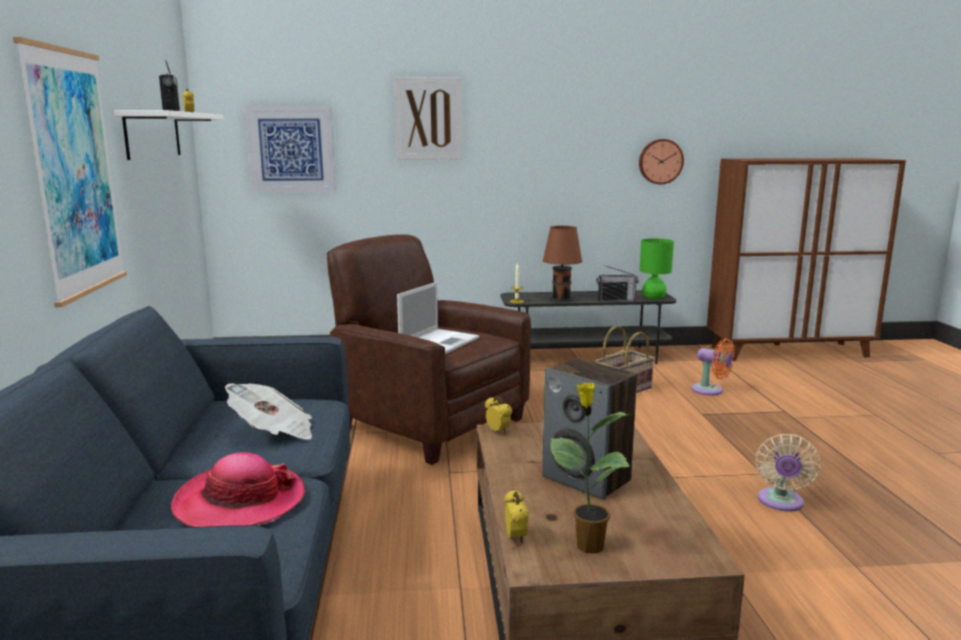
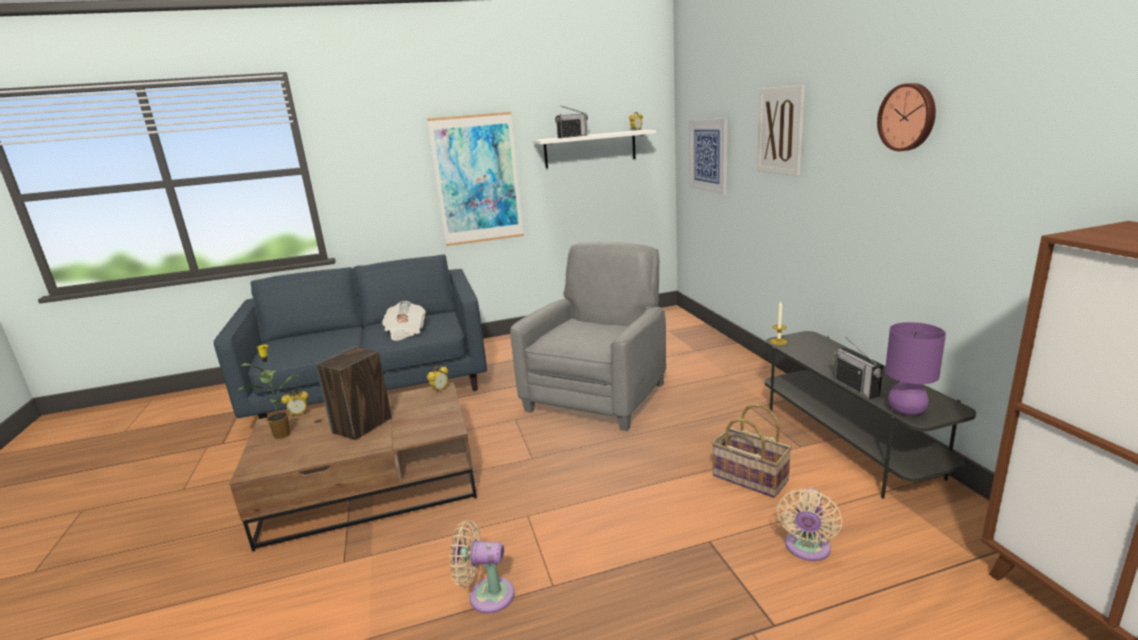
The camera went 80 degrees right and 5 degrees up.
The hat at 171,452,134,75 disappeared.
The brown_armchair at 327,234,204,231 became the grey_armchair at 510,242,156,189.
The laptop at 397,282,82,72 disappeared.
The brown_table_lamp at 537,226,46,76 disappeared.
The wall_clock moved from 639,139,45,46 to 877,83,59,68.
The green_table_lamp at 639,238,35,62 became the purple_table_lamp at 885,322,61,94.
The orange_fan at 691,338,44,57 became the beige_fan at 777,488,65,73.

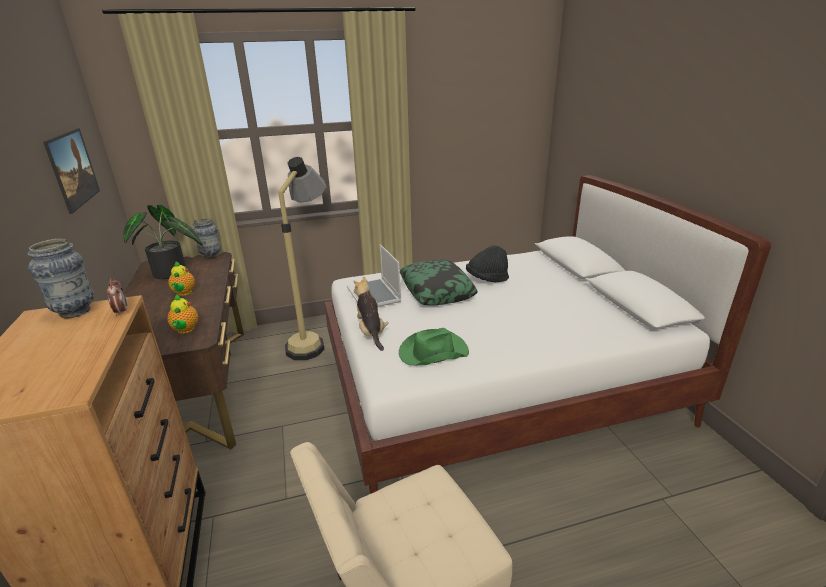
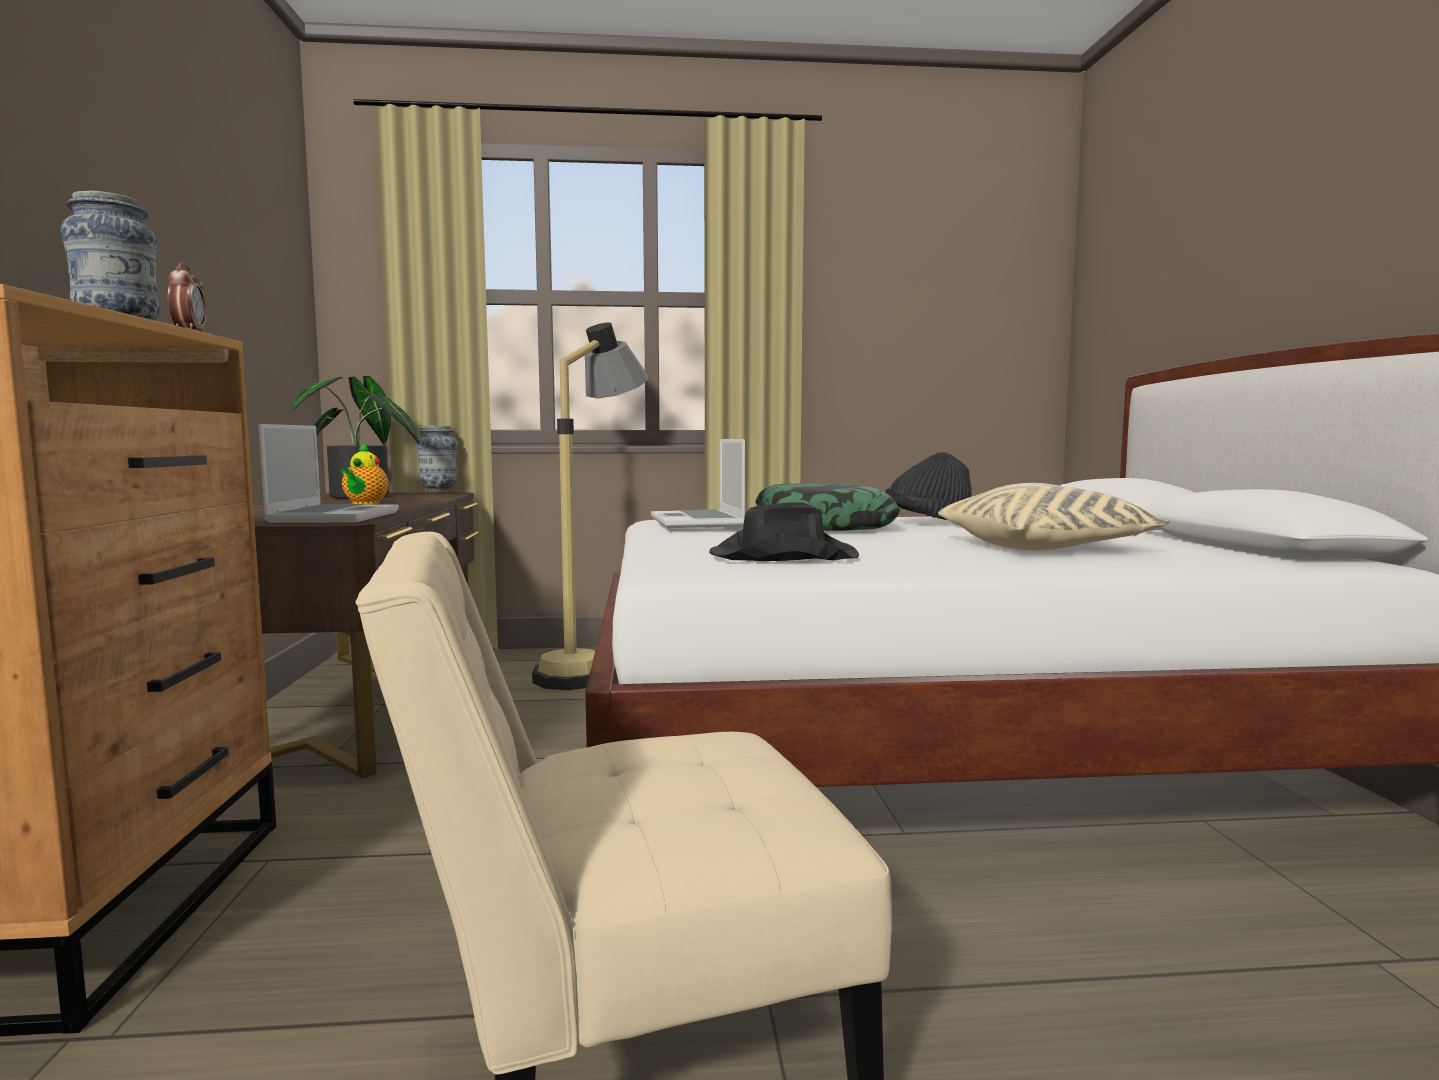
The camera went 10 degrees right and 20 degrees down.
The picture at 43,128,57,86 disappeared.
The teapot at 168,295,30,38 was replaced by the laptop at 259,424,140,99.
The plush_toy at 354,276,34,75 disappeared.
The green_hat at 399,328,70,38 became the black_hat at 709,503,150,58.
The beige_pillow at 938,483,232,67 appeared.

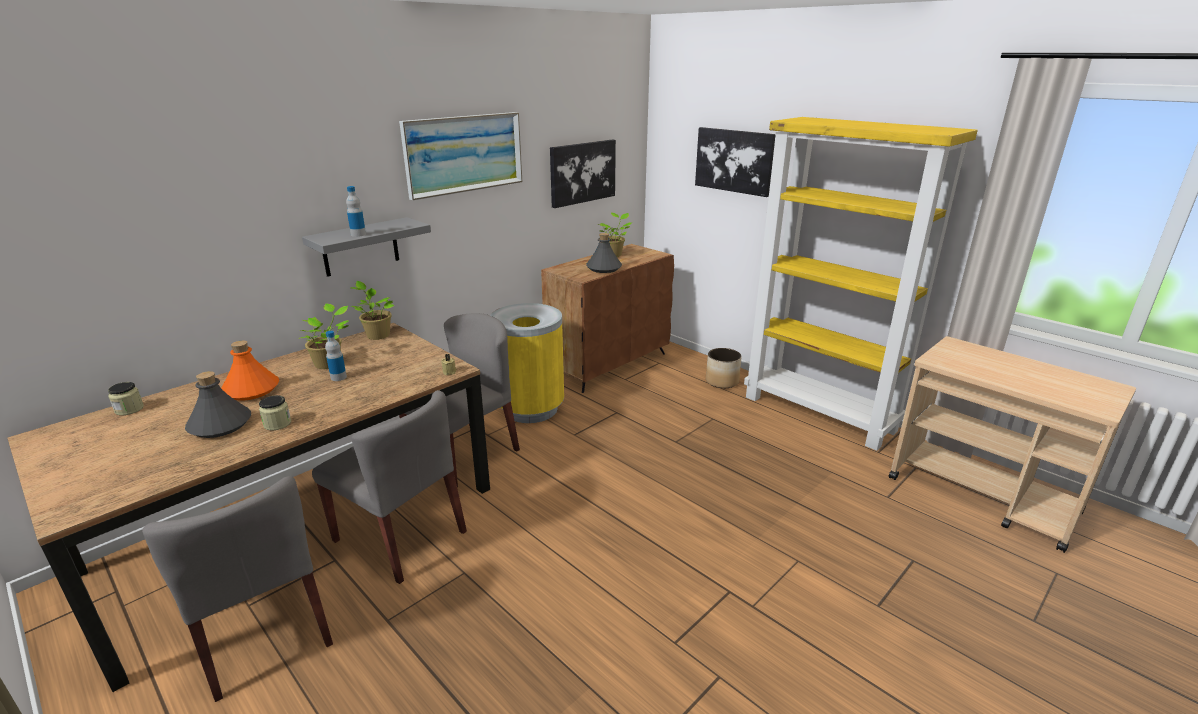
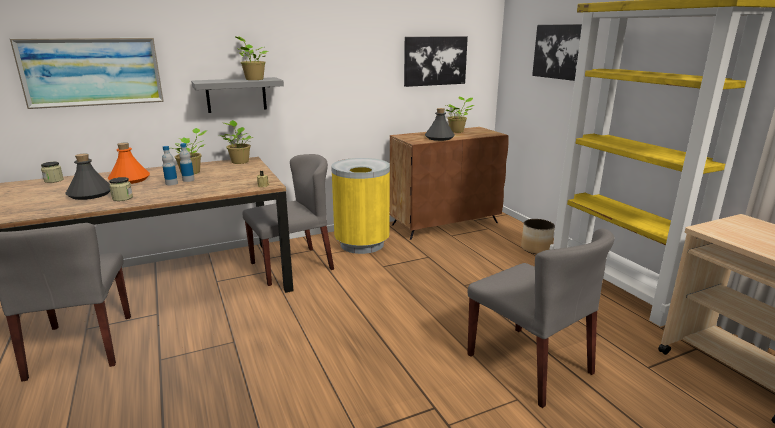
The camera went 20 degrees right and 5 degrees down.
The grey_chair moved from 312,390,155,194 to 467,228,147,180.
The bottle moved from 346,186,20,51 to 162,146,16,39.
The picture moved from 399,112,123,88 to 10,38,154,71.
The potted_plant at 235,36,34,44 appeared.

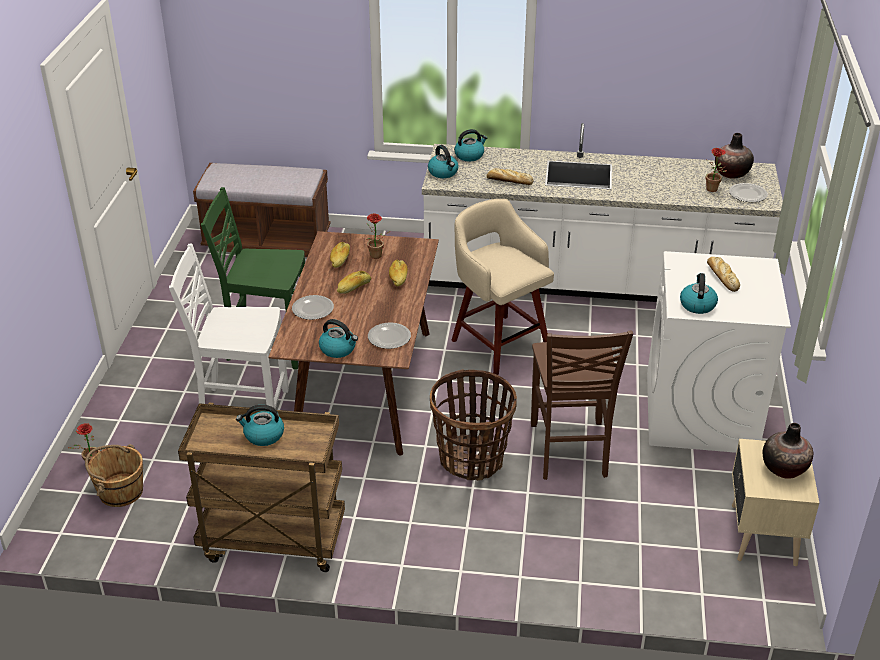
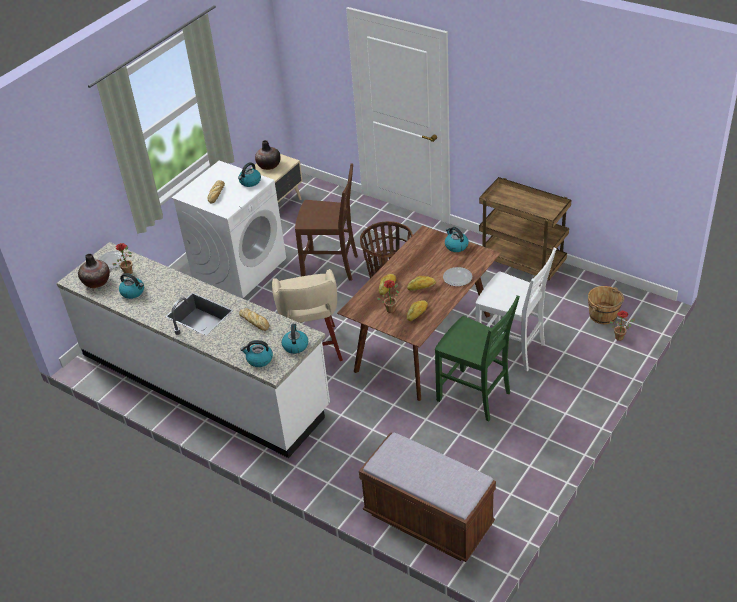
The camera went 150 degrees left and 5 degrees up.
The kettle moved from 236,405,48,41 to 119,273,25,26.
The plate at 368,323,43,26 disappeared.
The brown_chair at 531,330,102,150 turned 75 degrees clockwise.

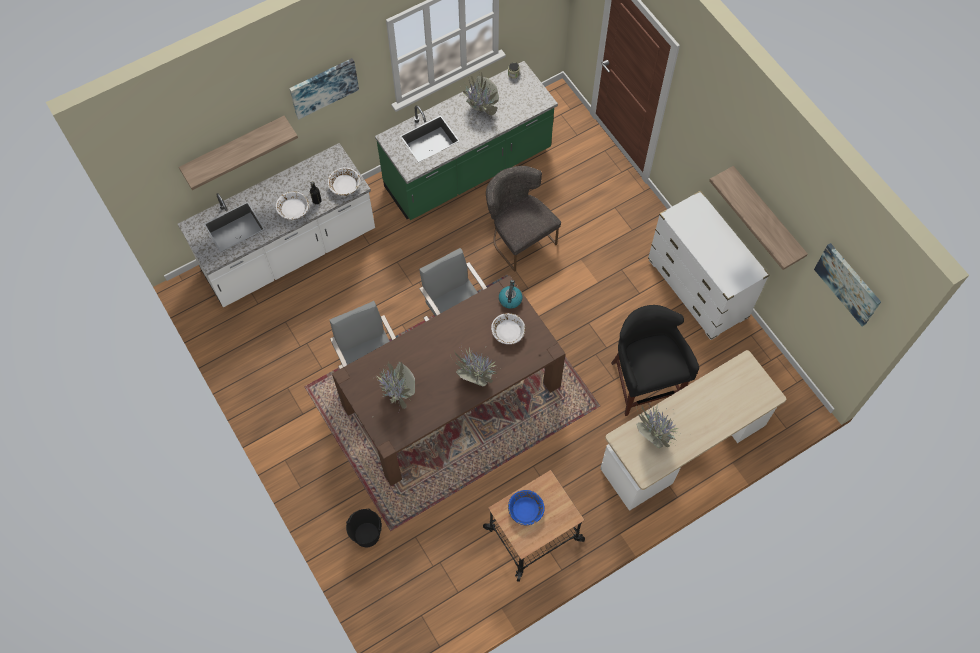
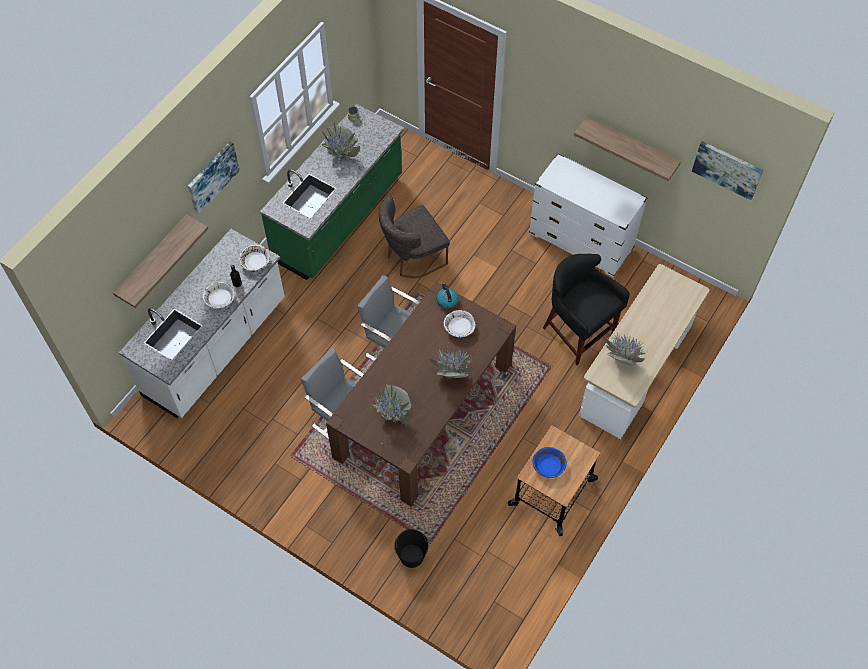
The camera went 25 degrees left and 5 degrees down.
The grey_chair at 486,166,75,106 turned 60 degrees counterclockwise.

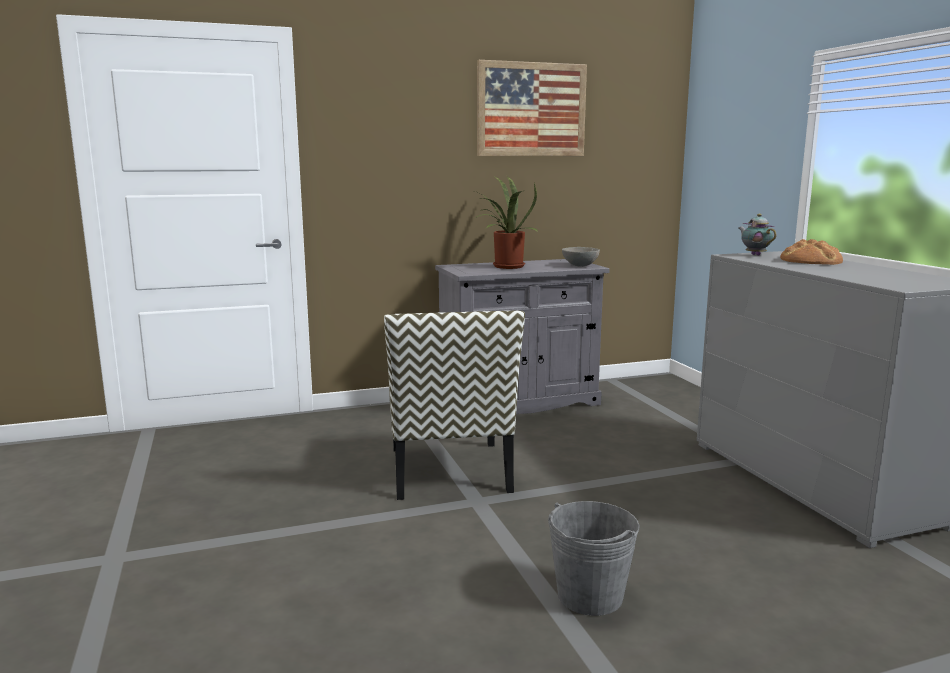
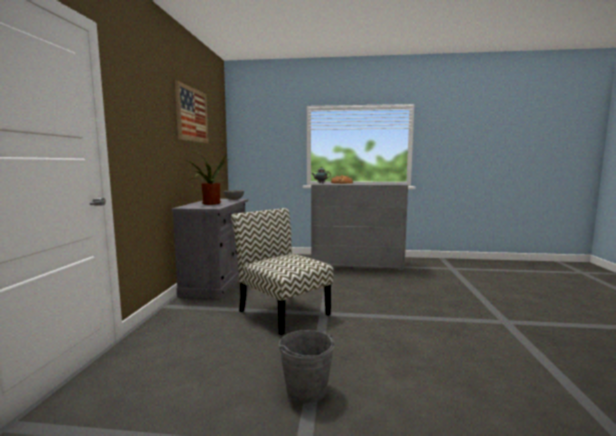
The camera went 65 degrees left and 5 degrees down.
The chair at 384,311,141,189 turned 150 degrees counterclockwise.
The grey_bucket moved from 548,501,91,115 to 279,330,55,74.

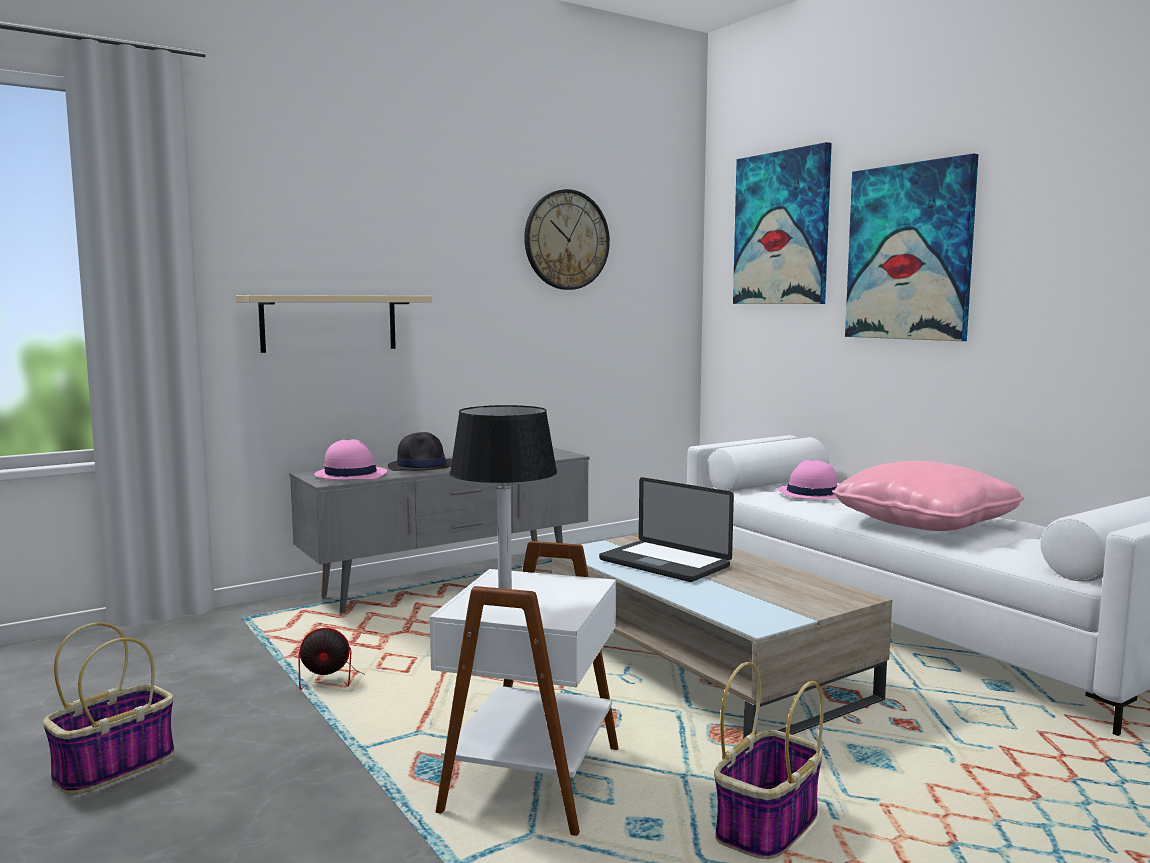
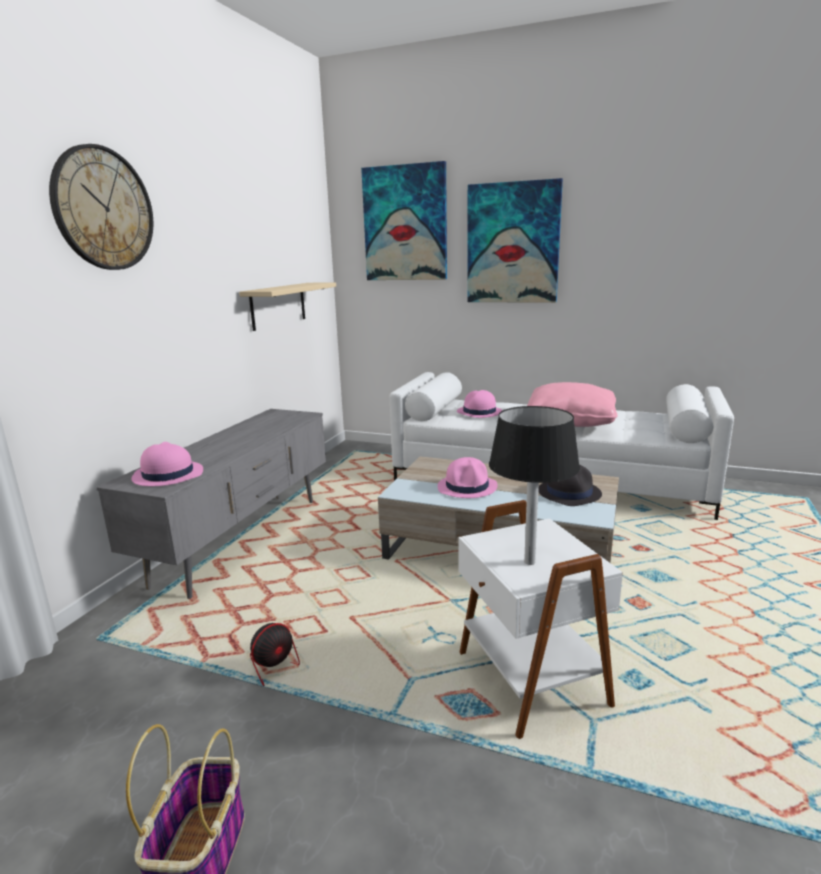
The camera went 35 degrees left and 10 degrees up.
The beige_shelf moved from 236,295,196,58 to 239,282,97,49.
The black_hat moved from 388,432,64,39 to 538,465,64,41.
The wall_clock moved from 524,189,86,101 to 49,144,104,126.
The laptop at 599,477,135,105 was replaced by the pink_hat at 438,457,60,41.
The basket at 714,662,110,197 disappeared.

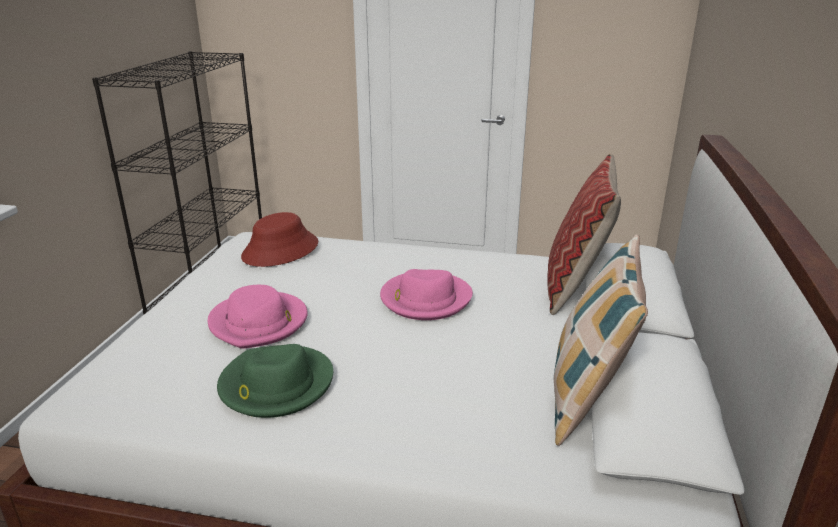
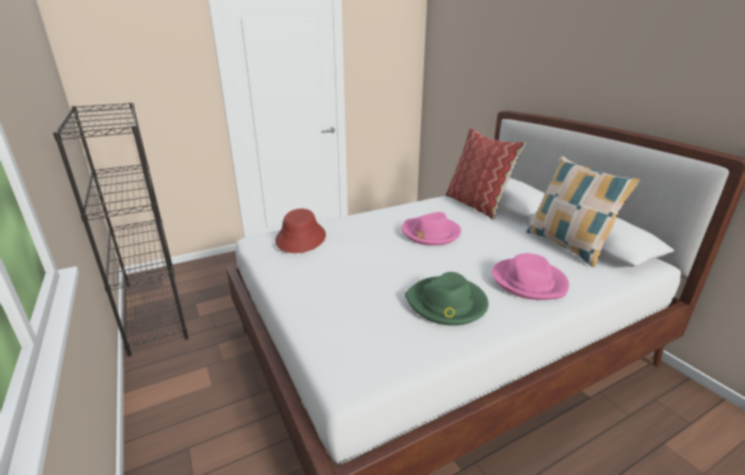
The camera went 40 degrees left and 0 degrees up.
The pink_hat moved from 208,285,100,63 to 492,253,77,47.

